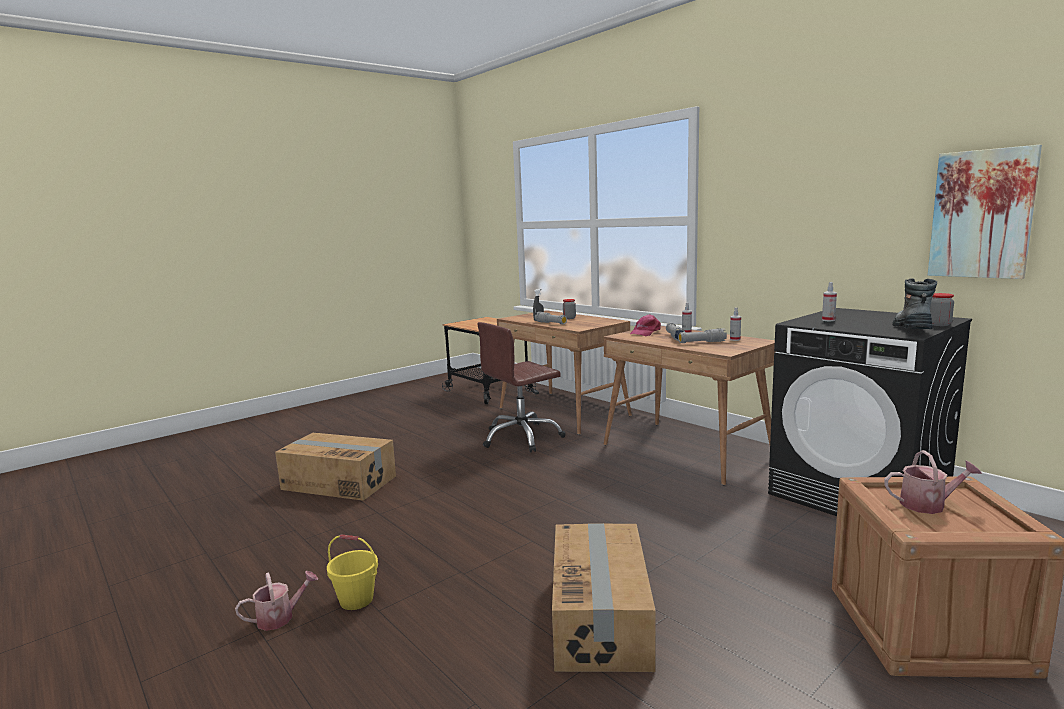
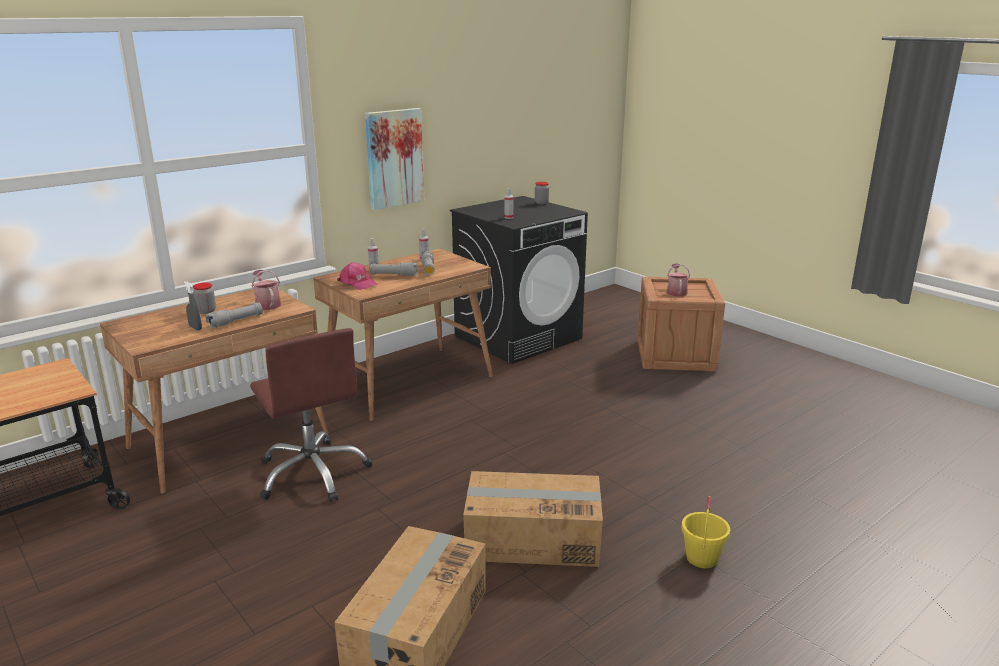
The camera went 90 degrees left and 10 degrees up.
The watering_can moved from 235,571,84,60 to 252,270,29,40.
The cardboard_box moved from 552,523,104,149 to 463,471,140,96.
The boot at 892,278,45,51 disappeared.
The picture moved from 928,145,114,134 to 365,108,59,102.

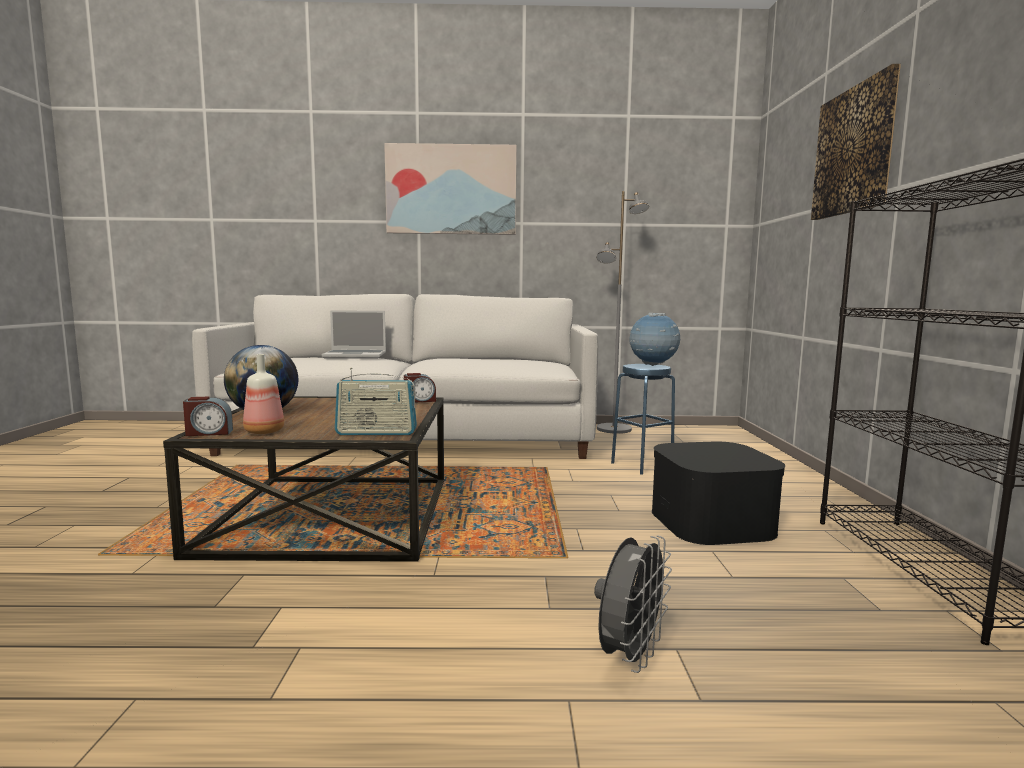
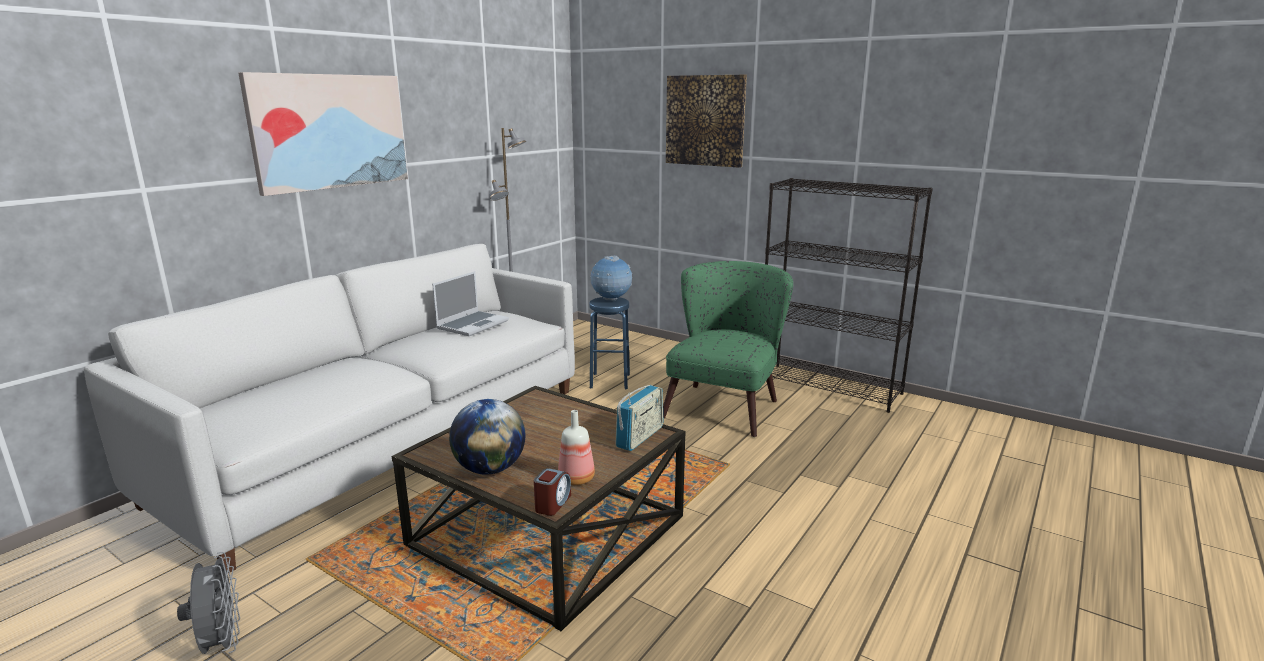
The camera went 55 degrees left and 10 degrees up.
The laptop moved from 322,310,64,49 to 432,271,77,65.
The alarm_clock at 404,373,32,29 disappeared.
The grey_fan moved from 594,535,78,138 to 177,552,63,102.
The black_storage_box at 652,442,133,103 was replaced by the green_armchair at 663,261,130,176.

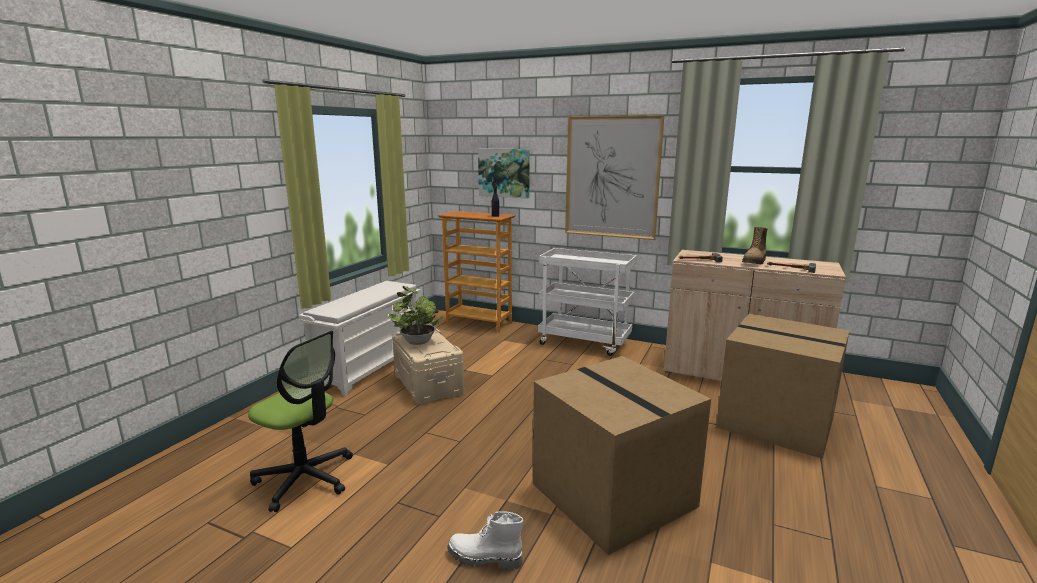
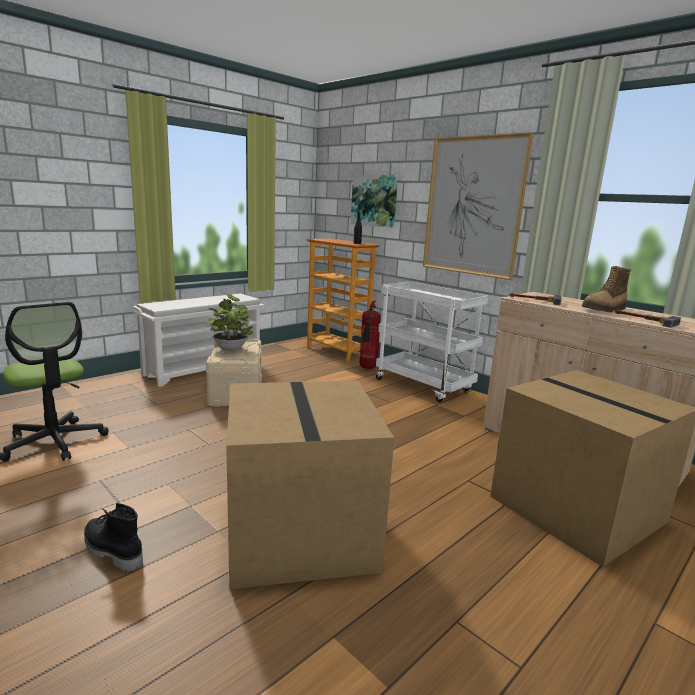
The camera went 20 degrees right and 0 degrees up.
The white_boot at 447,511,76,59 became the black_boot at 84,503,59,68.
The fire_extinguisher at 360,300,21,69 appeared.

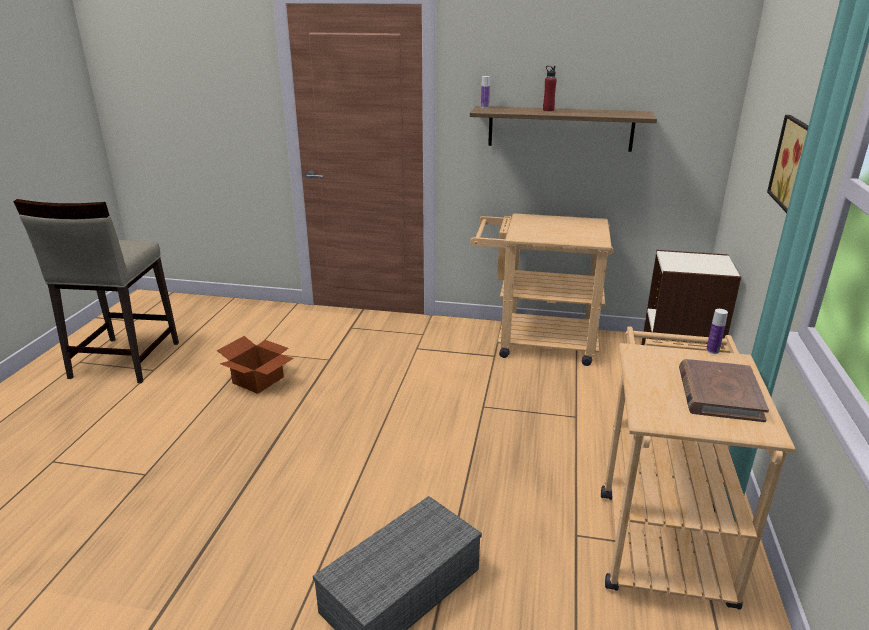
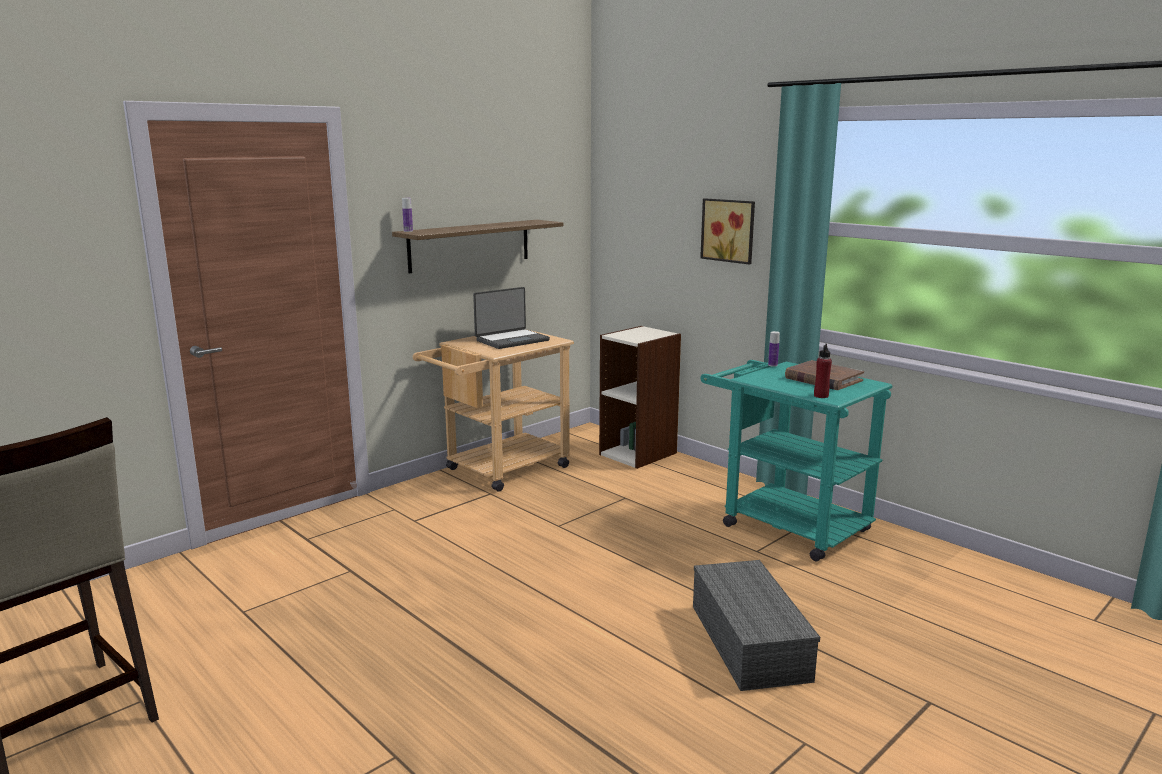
The camera went 55 degrees left and 10 degrees down.
The cardboard_box at 217,336,77,58 disappeared.
The red_bottle moved from 543,66,14,45 to 814,344,18,54.
The beige_cart at 601,326,195,284 became the turquoise_cart at 701,360,192,201.
The laptop at 473,287,77,62 appeared.

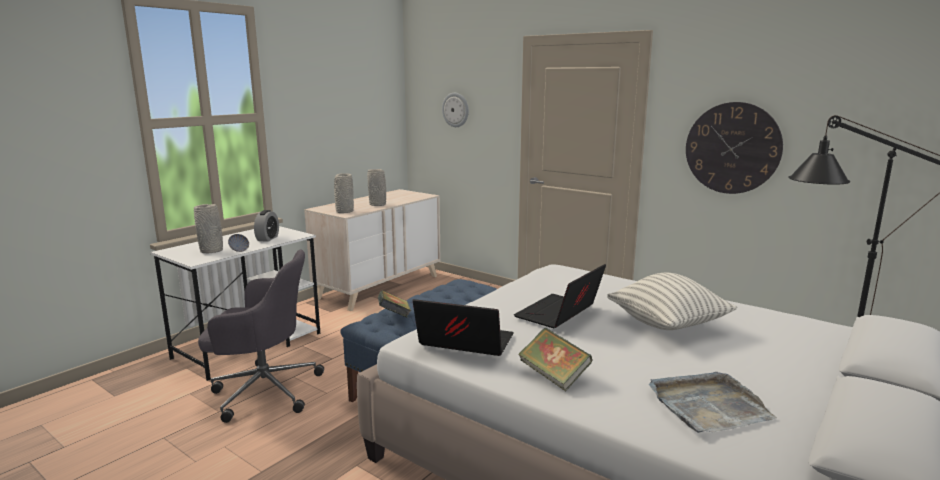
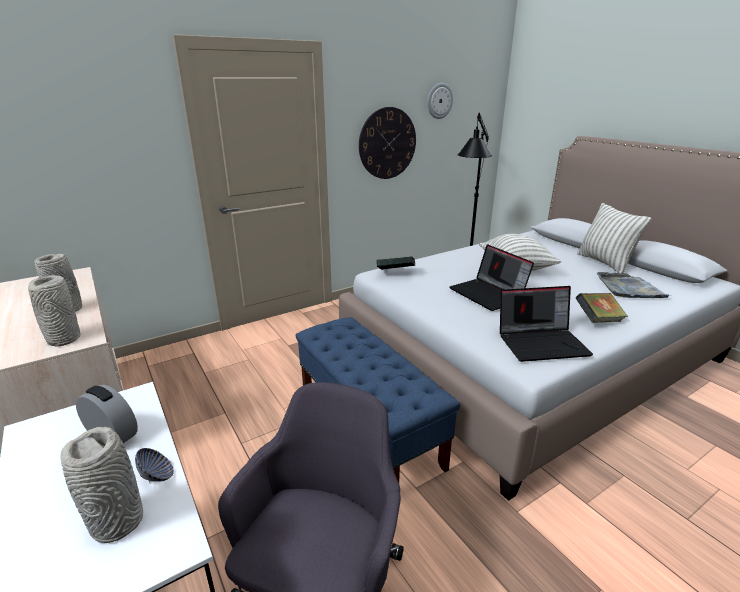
The camera went 70 degrees left and 10 degrees up.
The book moved from 378,291,33,27 to 376,256,39,14.
The laptop at 413,299,101,57 turned 135 degrees counterclockwise.
The wall_clock moved from 442,93,27,34 to 427,83,26,36.
The pillow at 577,203,75,70 appeared.

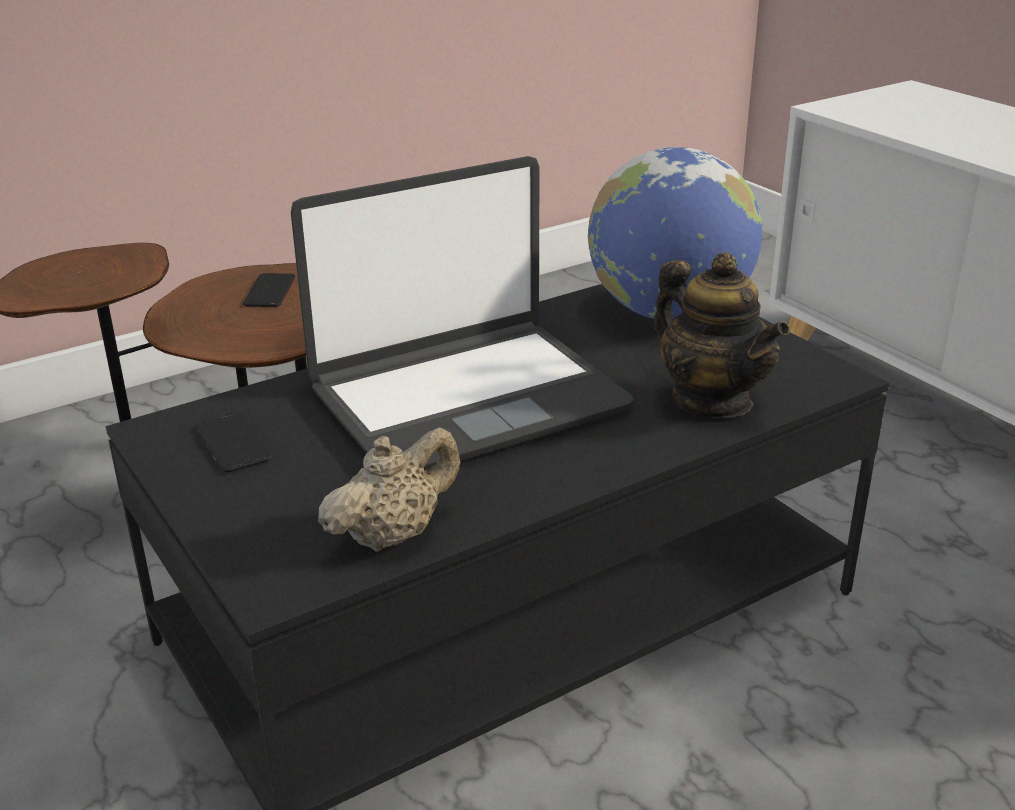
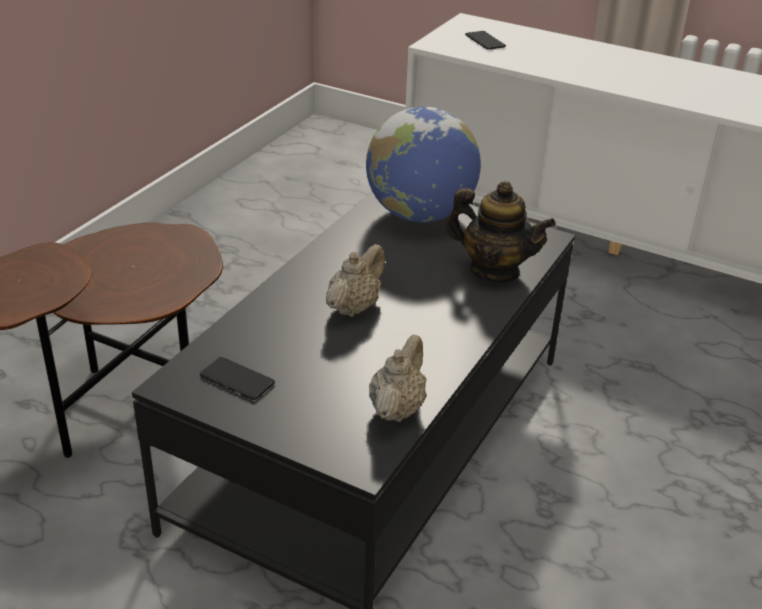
The camera went 30 degrees left and 5 degrees up.
The phone moved from 243,273,53,34 to 465,31,41,19.
The laptop at 291,156,343,314 was replaced by the beige_teapot at 326,244,59,73.

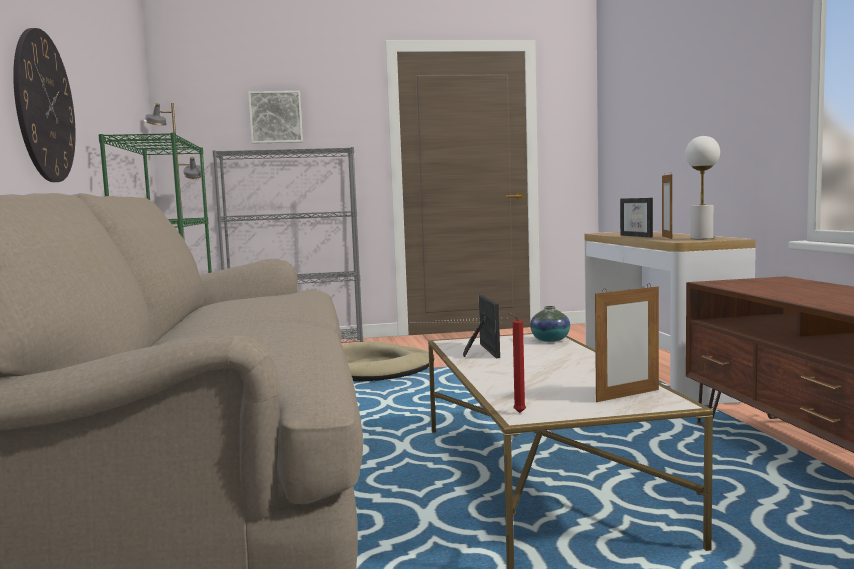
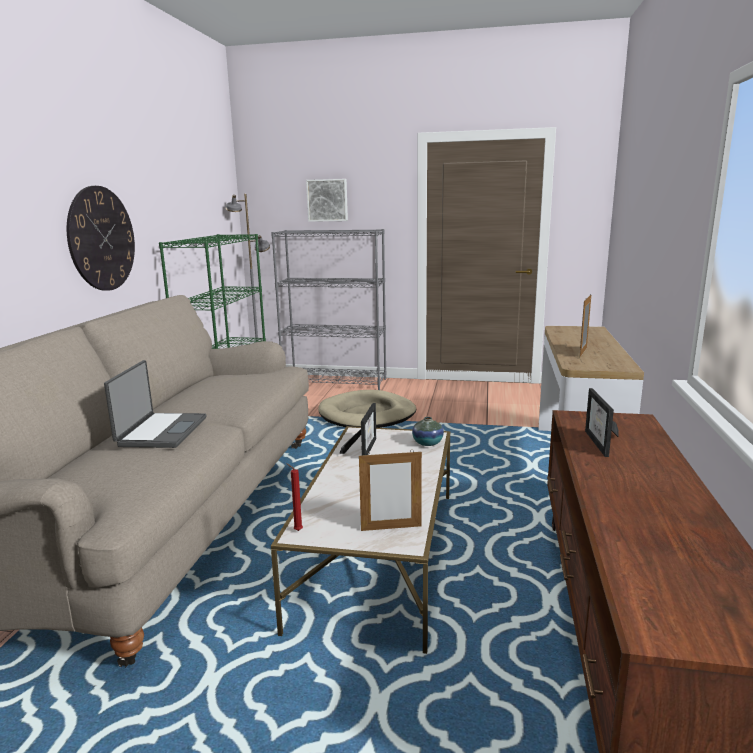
The camera went 20 degrees right and 10 degrees up.
The picture_frame moved from 620,198,33,39 to 585,388,34,69.
The white_table_lamp at 685,136,35,103 disappeared.
The laptop at 104,360,102,88 appeared.

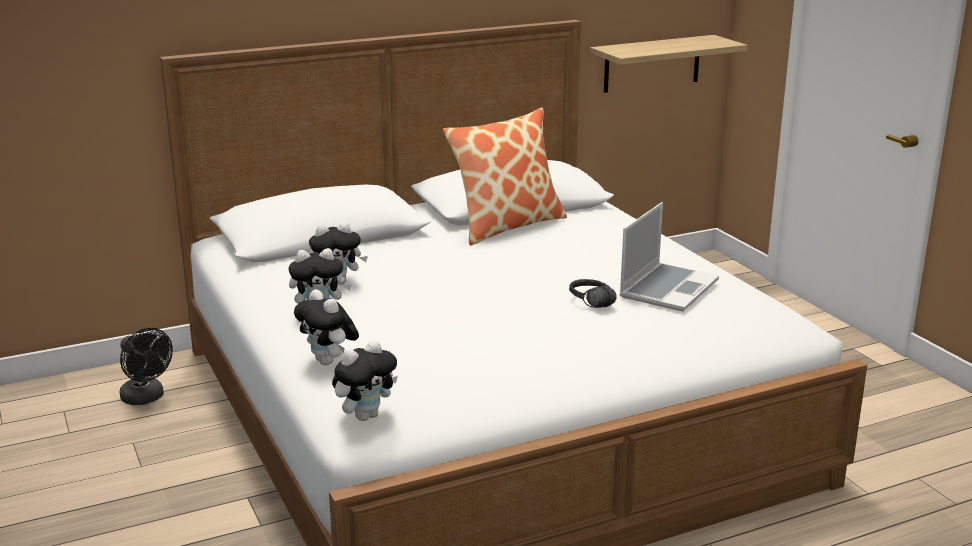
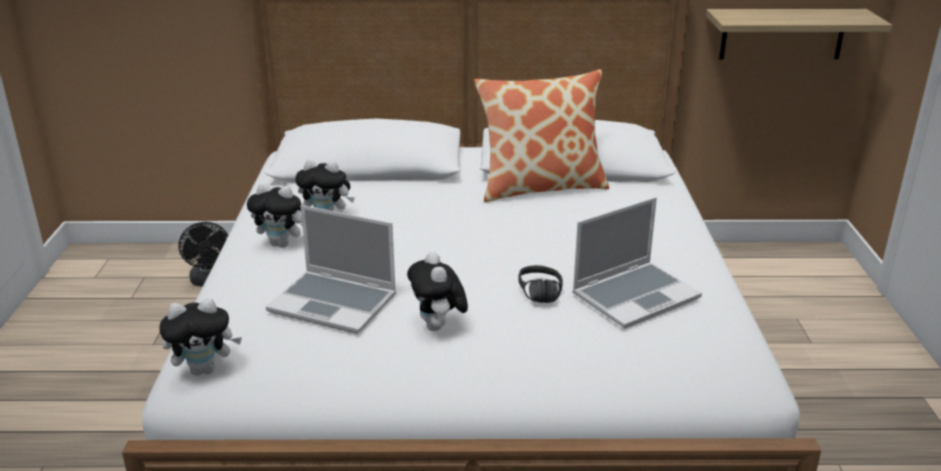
The camera went 25 degrees right and 5 degrees up.
The plush_toy moved from 294,289,65,76 to 407,252,61,79.
The laptop at 266,205,130,129 appeared.

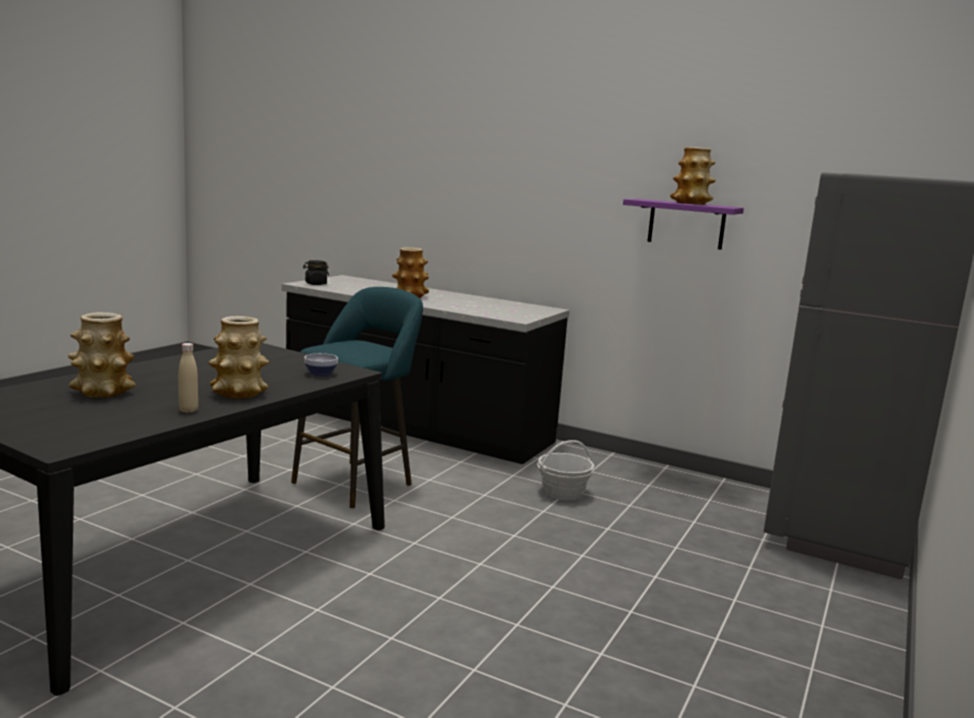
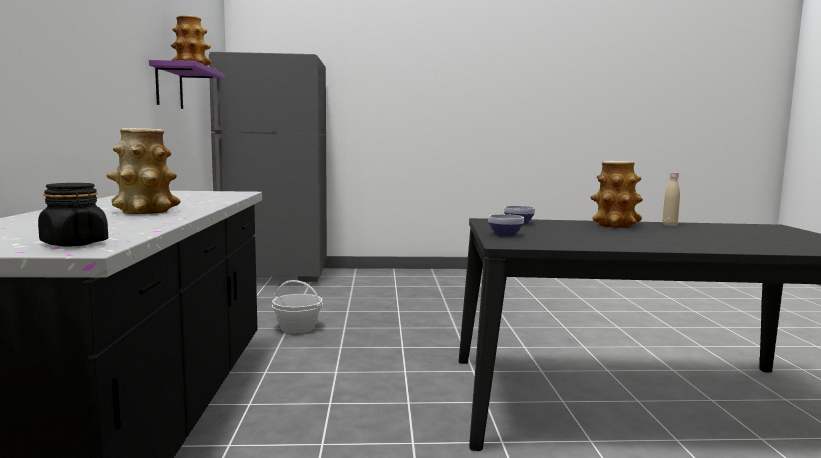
The camera went 120 degrees left and 5 degrees down.
The vase at 68,312,68,86 disappeared.
The turquoise_stool at 291,287,132,221 disappeared.
The bowl at 488,214,36,22 appeared.

